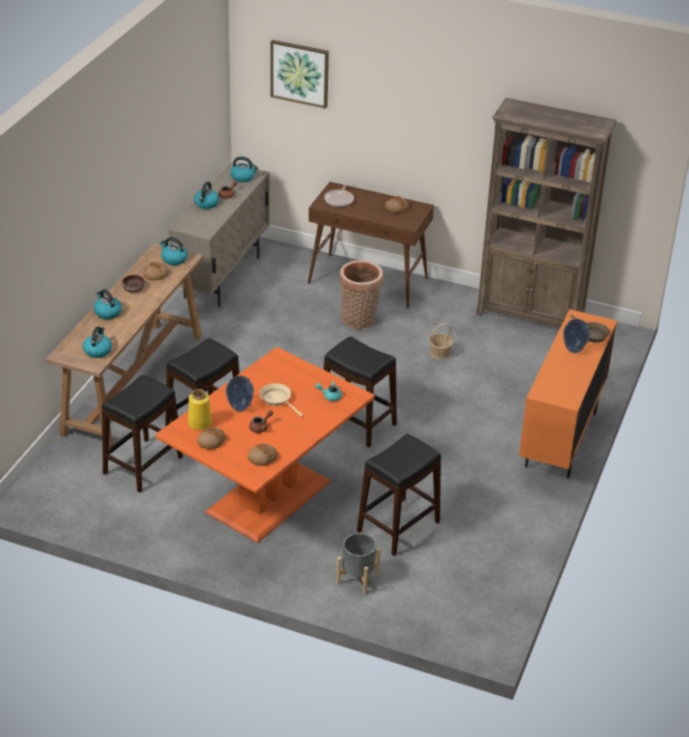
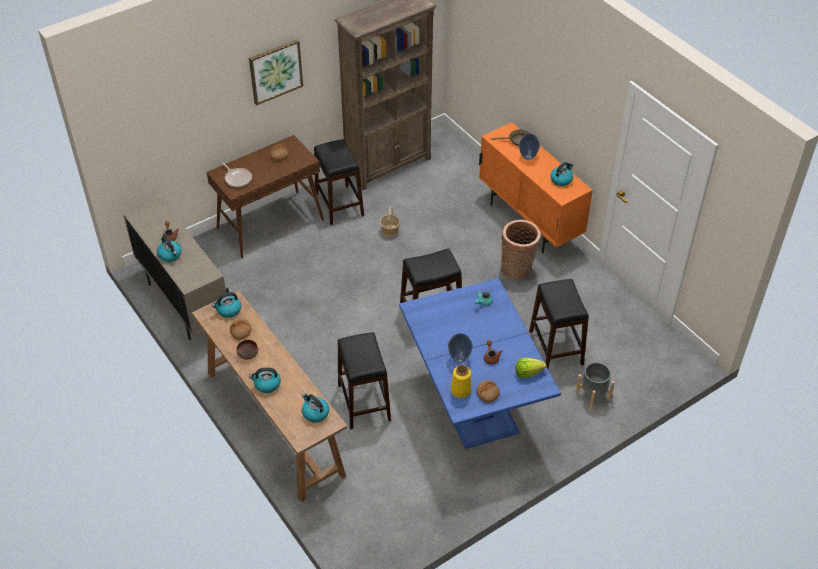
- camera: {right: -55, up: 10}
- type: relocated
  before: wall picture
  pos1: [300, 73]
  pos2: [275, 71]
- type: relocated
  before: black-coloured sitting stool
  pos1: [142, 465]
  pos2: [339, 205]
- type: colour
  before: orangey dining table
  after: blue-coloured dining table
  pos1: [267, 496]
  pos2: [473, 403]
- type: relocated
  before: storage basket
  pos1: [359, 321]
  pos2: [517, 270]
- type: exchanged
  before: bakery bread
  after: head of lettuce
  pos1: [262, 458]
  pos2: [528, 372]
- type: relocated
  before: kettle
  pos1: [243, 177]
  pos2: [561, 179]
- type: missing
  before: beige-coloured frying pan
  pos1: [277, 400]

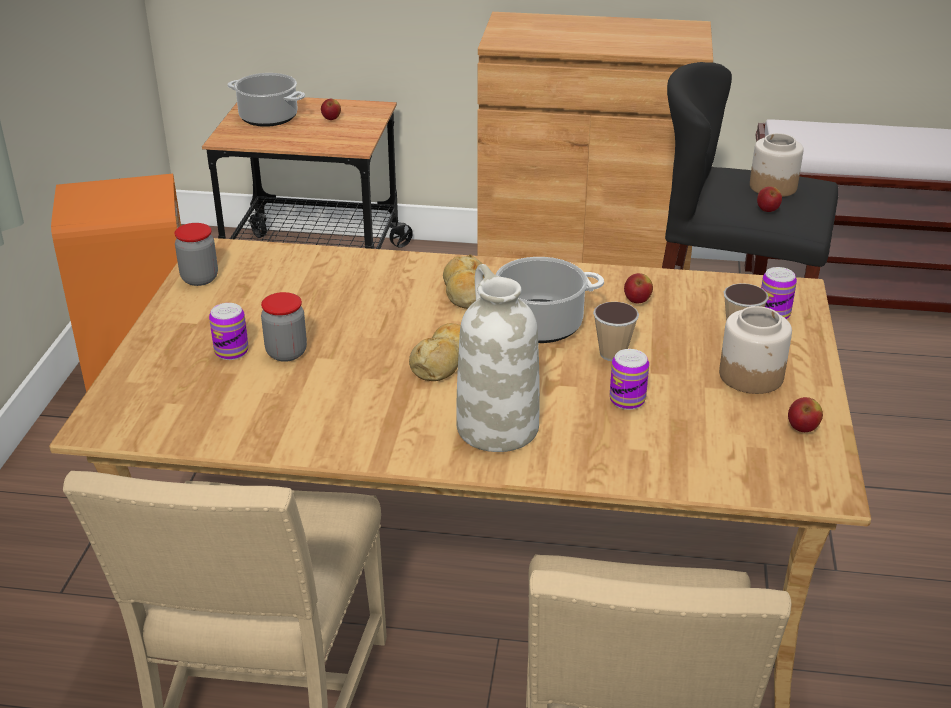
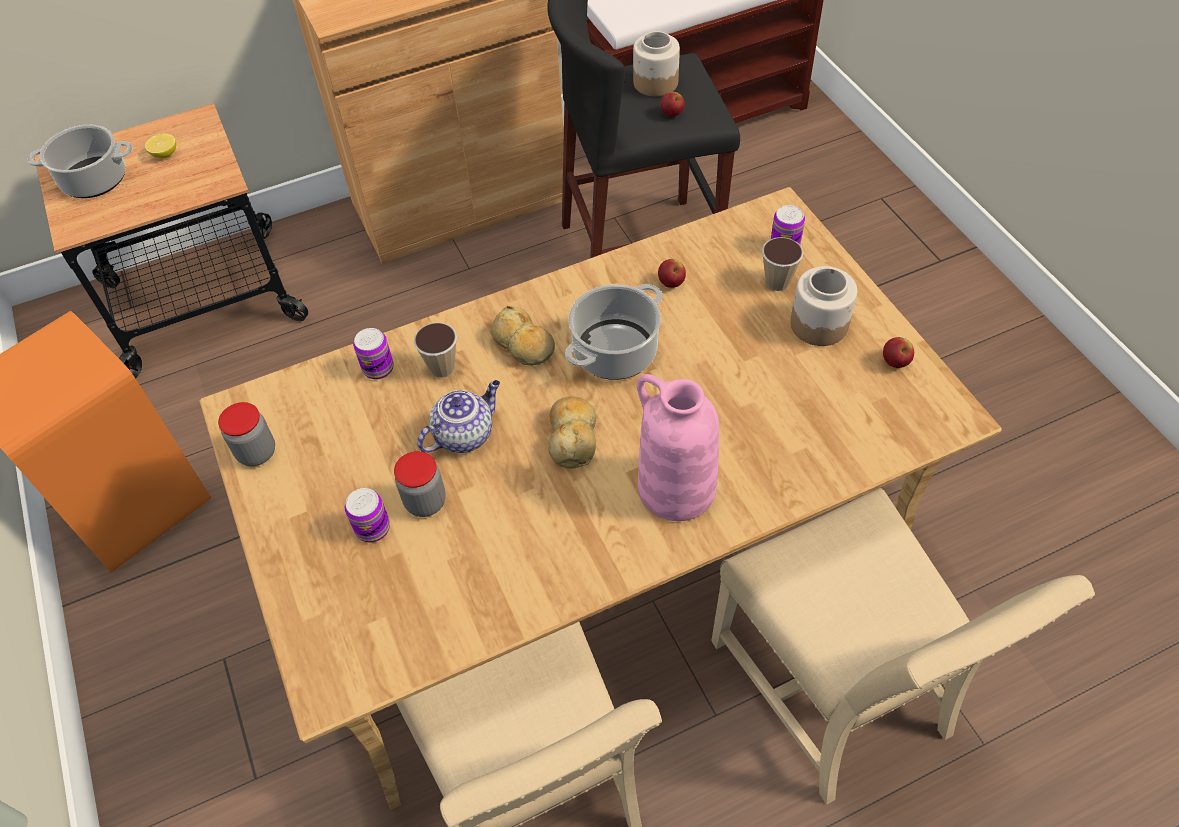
- camera: {right: -30, up: 20}
- type: exchanged
  before: whole apple
  after: whole lemon
  pos1: [331, 119]
  pos2: [165, 154]
- type: relocated
  before: can
  pos1: [627, 400]
  pos2: [378, 368]
- type: relocated
  before: drinking cup
  pos1: [613, 354]
  pos2: [442, 368]
- type: appeared
  after: tea pot
  pos2: [465, 434]
- type: colour
  before: white flower vase
  after: pinkish flower vase
  pos1: [496, 427]
  pos2: [675, 488]

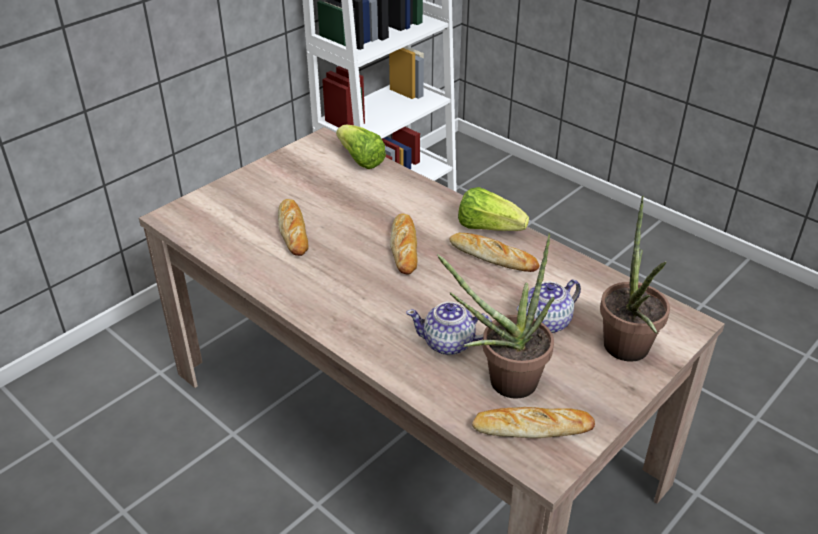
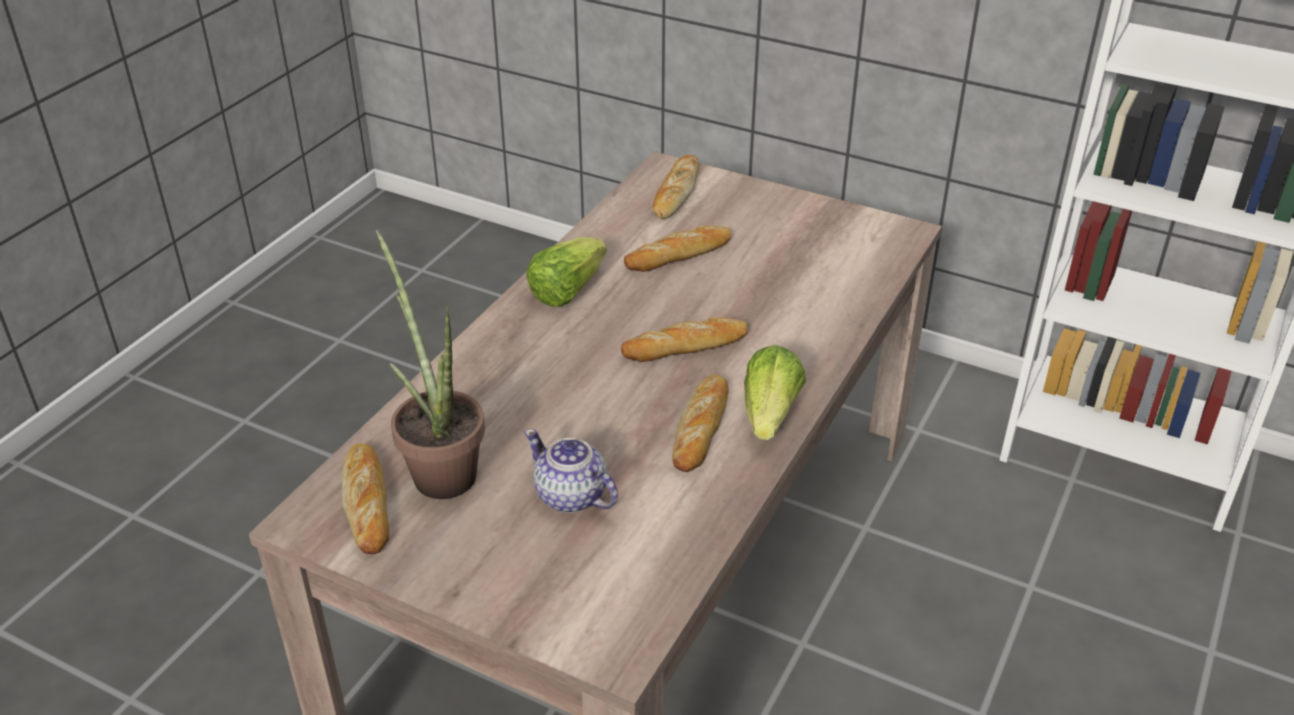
- camera: {right: 75, up: 0}
- type: relocated
  before: head of lettuce
  pos1: [360, 160]
  pos2: [567, 290]
- type: appeared
  after: bakery bread
  pos2: [676, 192]
- type: missing
  before: tea pot
  pos1: [449, 343]
- type: missing
  before: potted plant
  pos1: [626, 353]

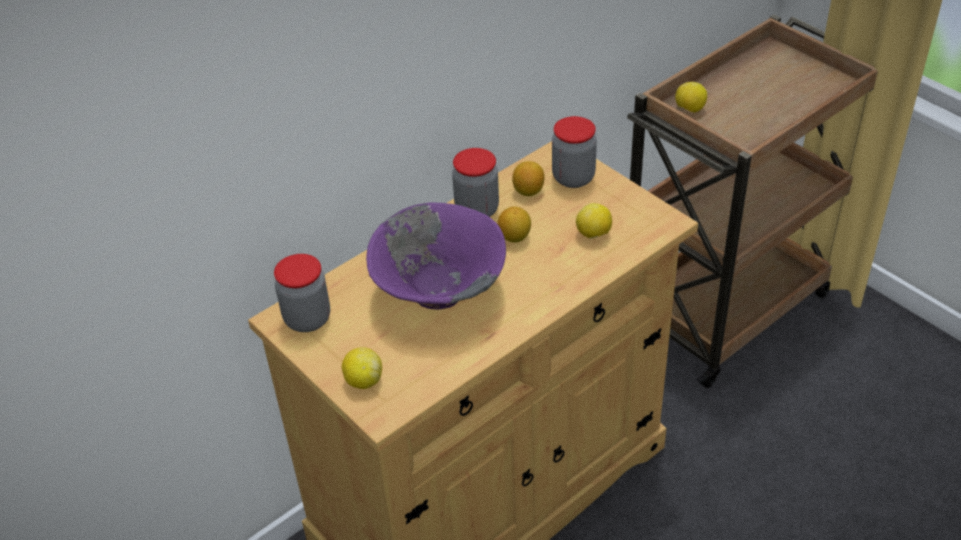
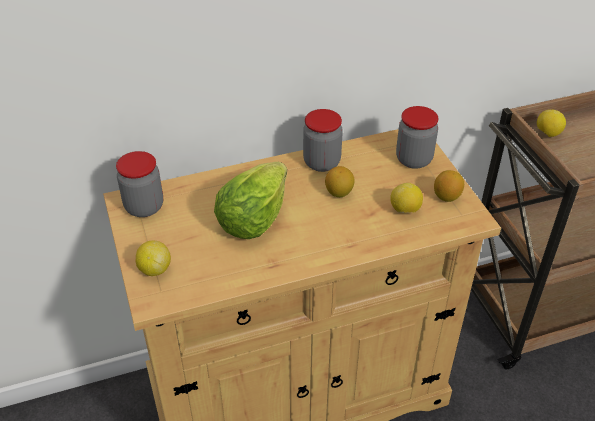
- camera: {right: 20, up: 0}
- type: exchanged
  before: purple-coloured serving bowl
  after: head of lettuce
  pos1: [438, 294]
  pos2: [253, 219]
- type: relocated
  before: whole lemon
  pos1: [528, 191]
  pos2: [446, 197]

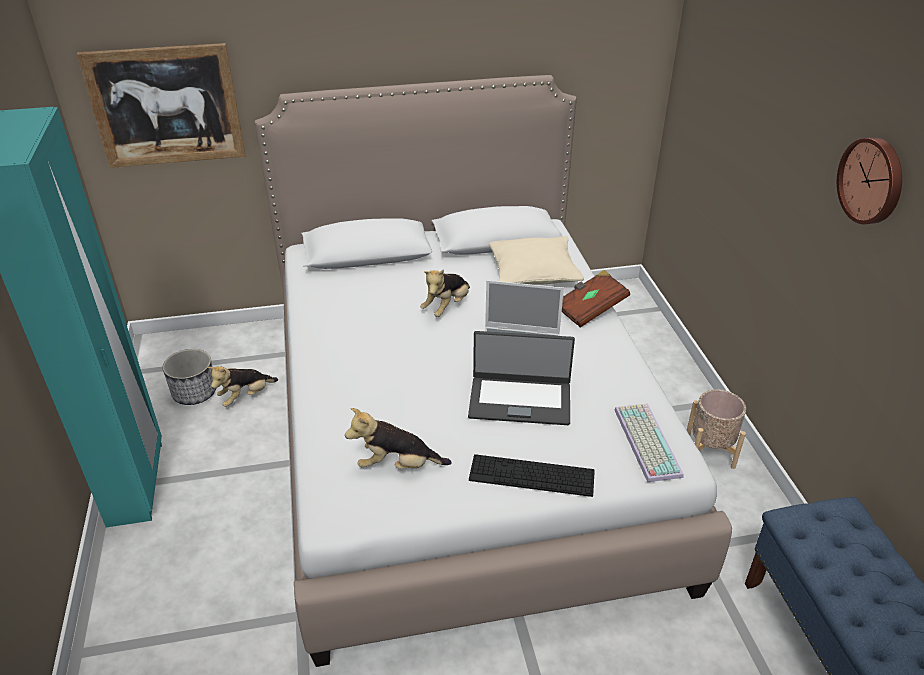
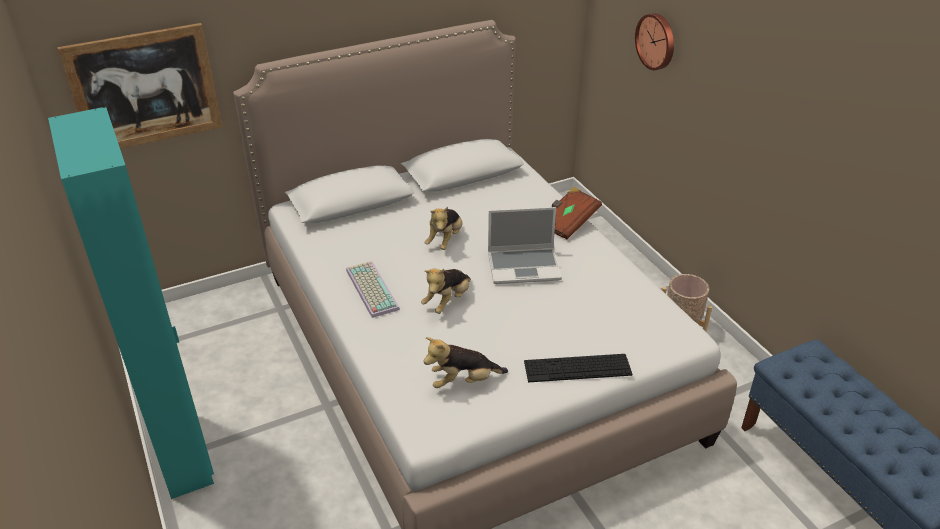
- camera: {right: -15, up: 0}
- type: relocated
  before: computer keyboard
  pos1: [644, 441]
  pos2: [370, 289]
- type: relocated
  before: soft toy
  pos1: [245, 397]
  pos2: [447, 301]
- type: relocated
  before: hanging clock
  pos1: [872, 180]
  pos2: [656, 41]
- type: missing
  before: flower pot
  pos1: [195, 393]
- type: missing
  before: notebook computer
  pos1: [520, 400]
- type: missing
  before: beige-coloured throw pillow
  pos1: [533, 272]

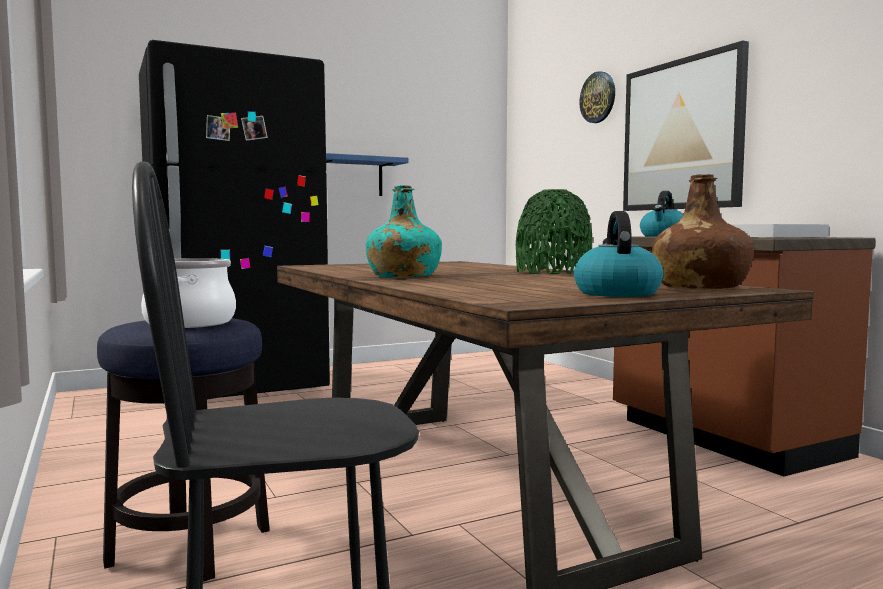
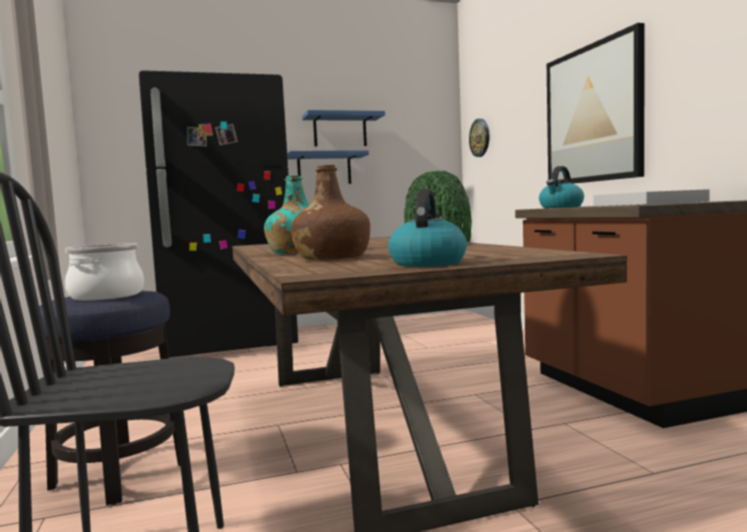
- camera: {right: 10, up: 0}
- type: relocated
  before: brown drink bottle
  pos1: [699, 287]
  pos2: [332, 258]
- type: appeared
  after: blue-coloured wall shelf
  pos2: [340, 131]
- type: relocated
  before: hanging clock
  pos1: [598, 97]
  pos2: [480, 138]

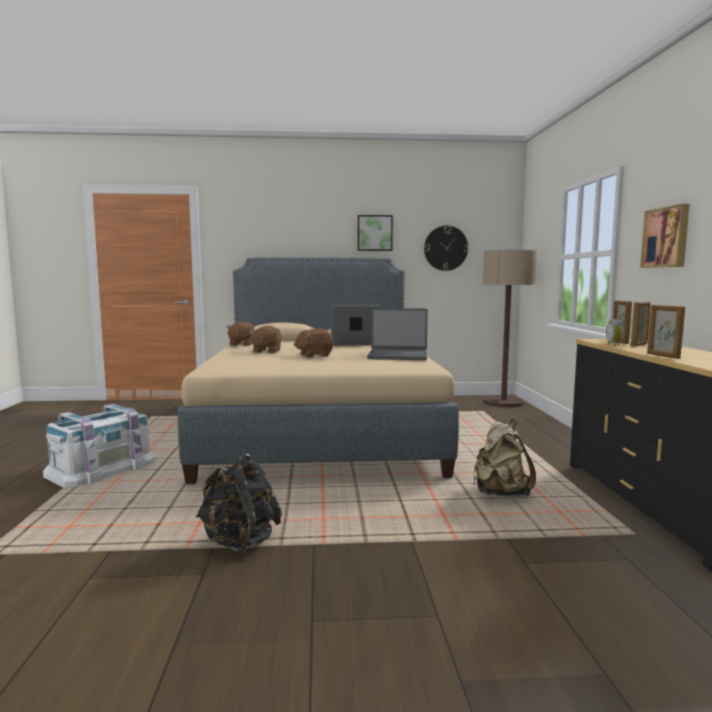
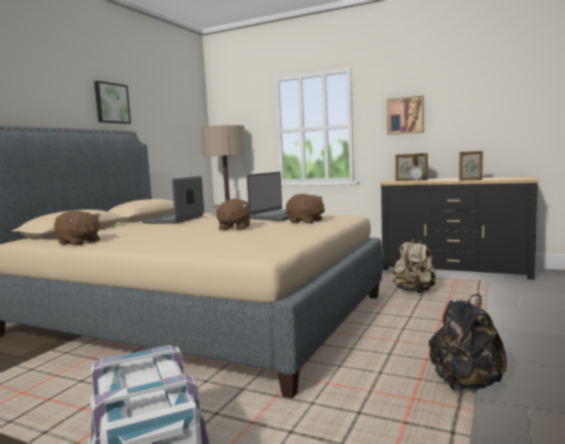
- camera: {right: -60, up: 0}
- type: relocated
  before: brown soft toy
  pos1: [266, 351]
  pos2: [305, 221]
- type: missing
  before: hanging clock
  pos1: [445, 248]

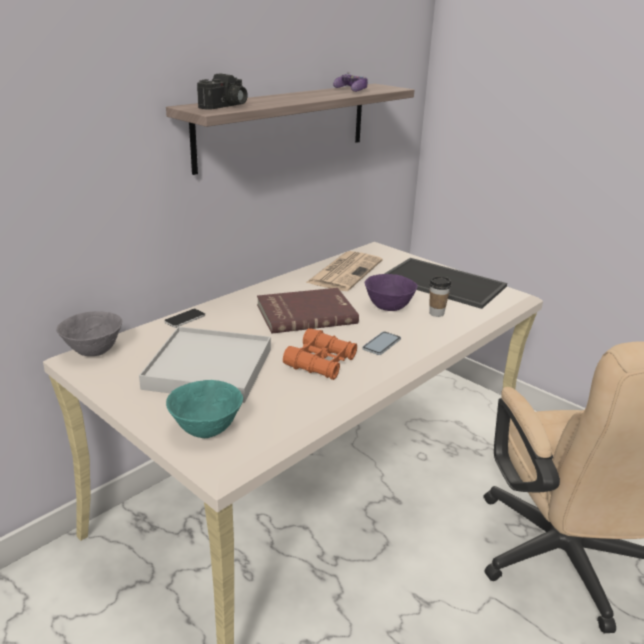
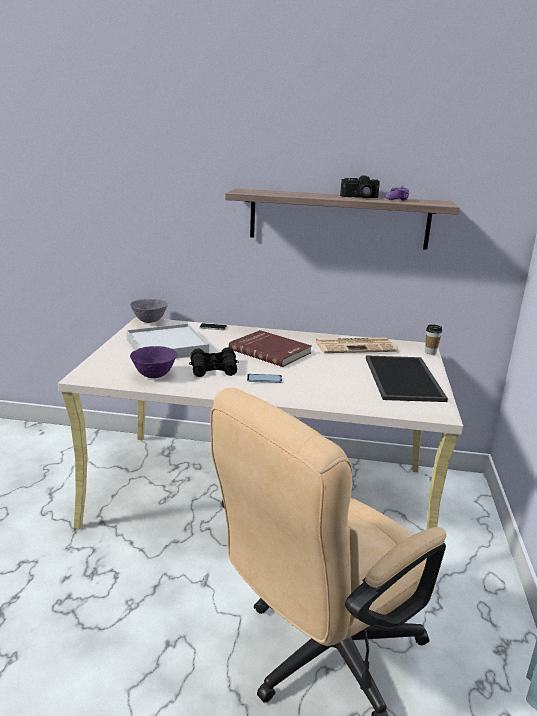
- camera: {right: 55, up: -5}
- type: relocated
  before: purple-coloured serving bowl
  pos1: [388, 307]
  pos2: [154, 375]
- type: colour
  before: orangey pair of binoculars
  after: black-coloured pair of binoculars
  pos1: [321, 362]
  pos2: [214, 369]
- type: relocated
  before: photo camera
  pos1: [225, 106]
  pos2: [359, 197]
- type: relocated
  before: drinking cup
  pos1: [436, 313]
  pos2: [430, 352]
- type: missing
  before: blue-green serving bowl
  pos1: [206, 429]

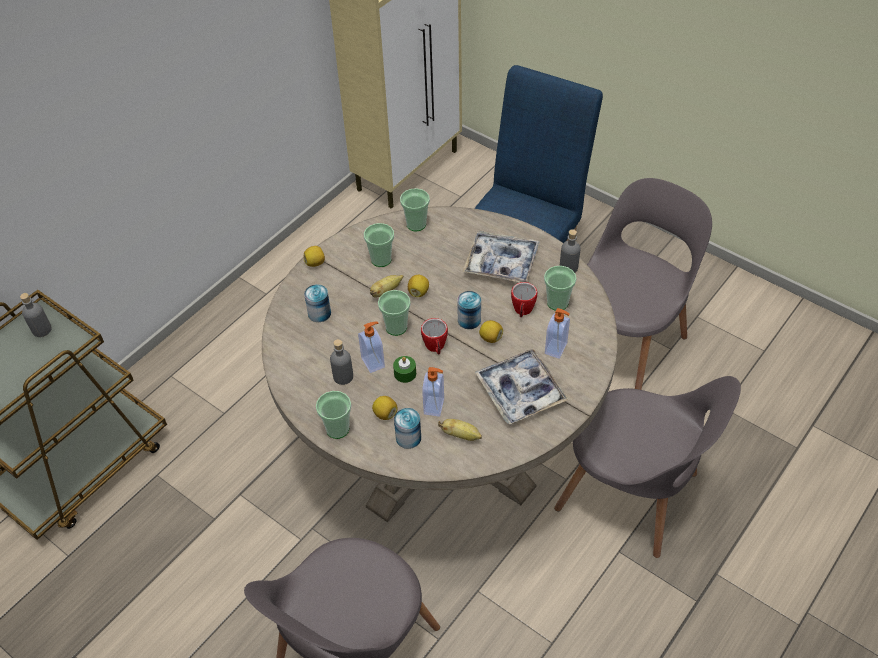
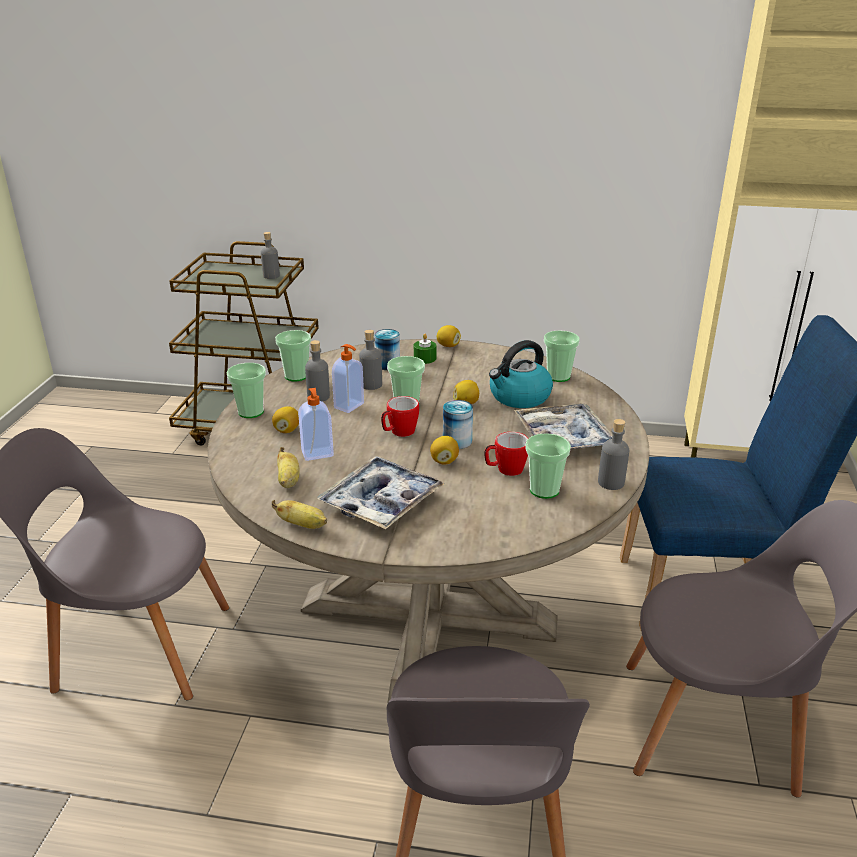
- camera: {right: 60, up: -20}
- type: relocated
  before: banana
  pos1: [386, 291]
  pos2: [303, 525]
- type: relocated
  before: drinking cup
  pos1: [381, 259]
  pos2: [296, 376]
- type: appeared
  after: greyish drink bottle
  pos2: [371, 385]
- type: relocated
  before: green-coloured candle
  pos1: [405, 373]
  pos2: [425, 358]
- type: appeared
  after: kettle
  pos2: [519, 397]
- type: missing
  before: can
  pos1: [408, 438]
- type: missing
  before: soap bottle
  pos1: [556, 349]

